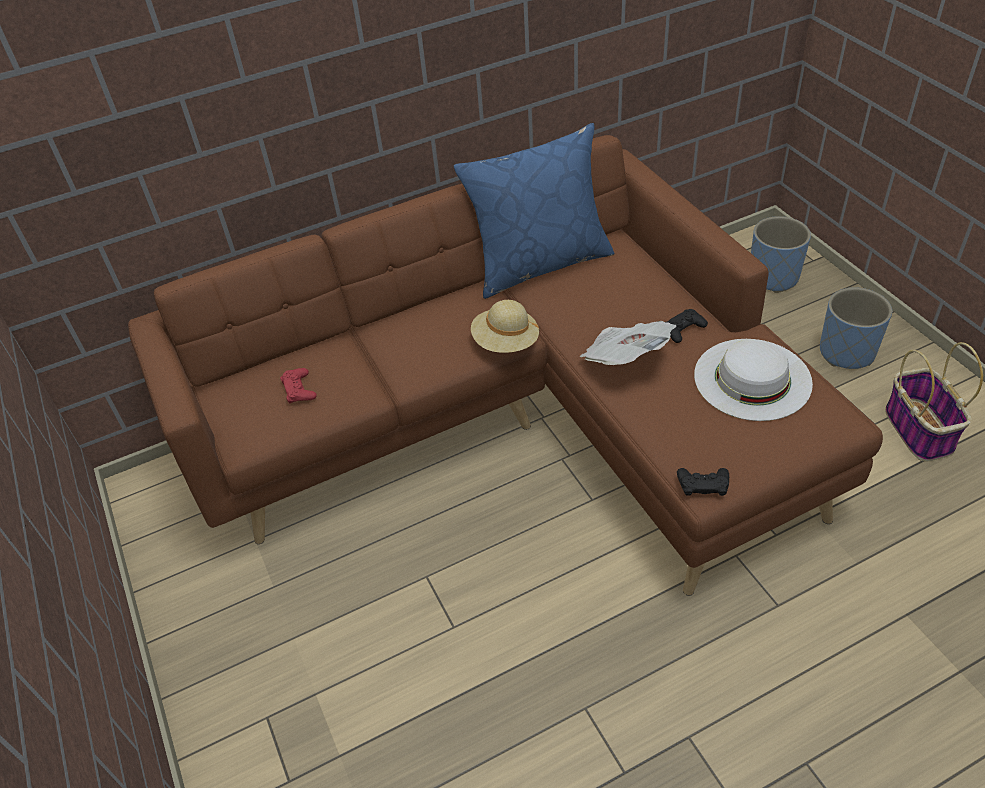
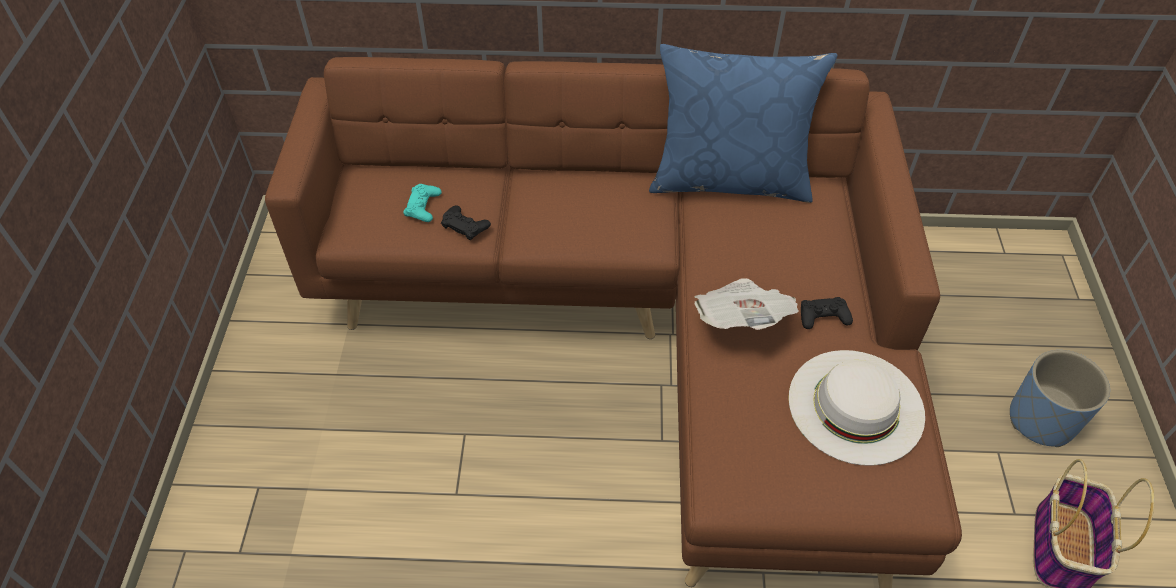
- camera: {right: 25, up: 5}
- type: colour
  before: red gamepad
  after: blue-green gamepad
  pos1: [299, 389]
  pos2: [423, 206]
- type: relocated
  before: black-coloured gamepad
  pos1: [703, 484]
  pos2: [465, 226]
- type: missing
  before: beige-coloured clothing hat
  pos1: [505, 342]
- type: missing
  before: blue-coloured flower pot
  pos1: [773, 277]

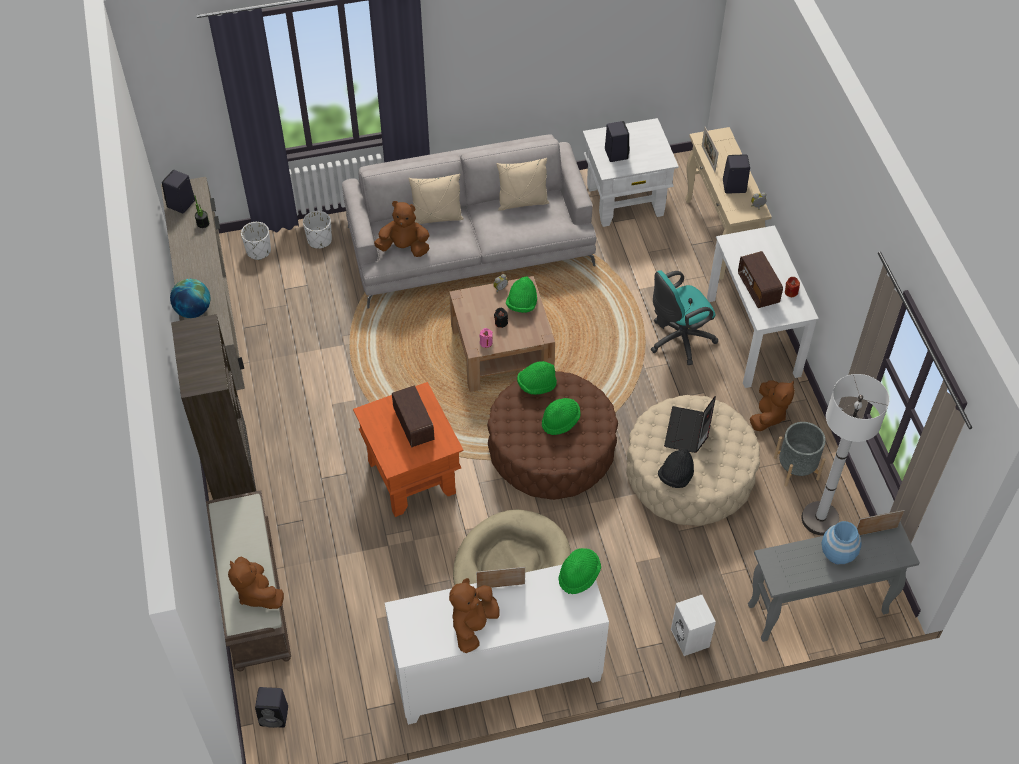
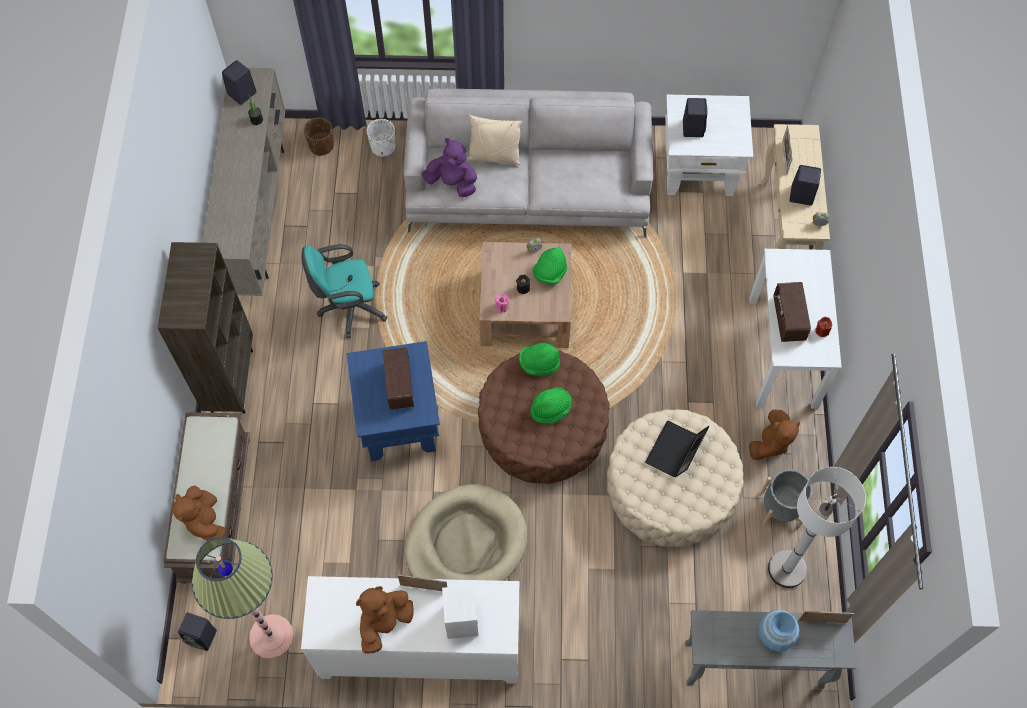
- camera: {right: 15, up: 10}
- type: appeared
  after: standard lamp
  pos2: [271, 636]
- type: relocated
  before: blue-green office chair
  pos1: [678, 340]
  pos2: [349, 308]
- type: colour
  before: white flower pot
  after: brown flower pot
  pos1: [258, 251]
  pos2: [321, 146]
- type: colour
  before: orangey side table
  after: blue-coloured side table
  pos1: [412, 476]
  pos2: [399, 422]
- type: colour
  before: brown soft toy
  after: purple-coloured soft toy
  pos1: [404, 247]
  pos2: [452, 183]
- type: relocated
  before: white audio speaker
  pos1: [691, 638]
  pos2: [462, 621]
- type: missing
  before: world globe
  pos1: [193, 310]
- type: missing
  before: beige-coloured throw pillow
  pos1: [522, 202]
- type: missing
  before: green-coloured clothing hat
  pos1: [578, 575]
- type: missing
  before: black-coloured clothing hat
  pos1: [675, 476]

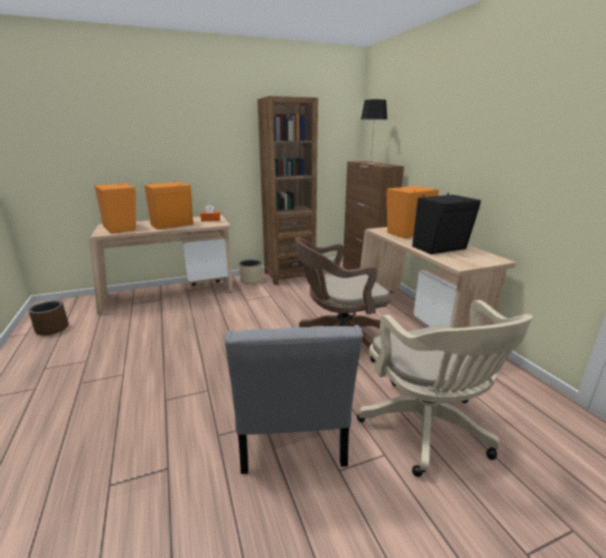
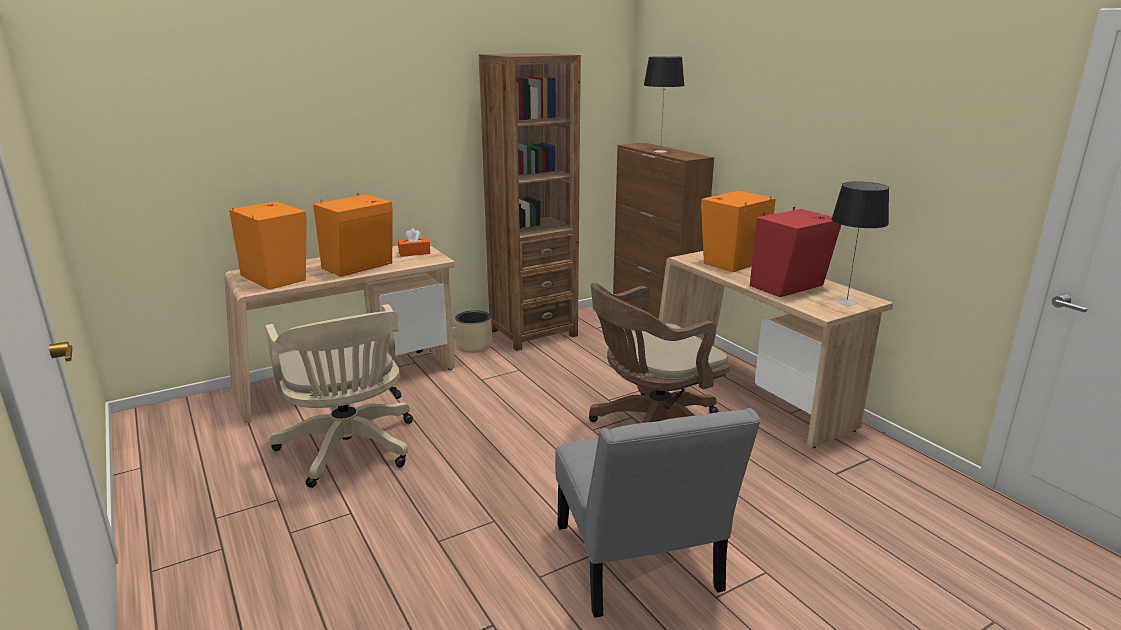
- camera: {right: -10, up: 0}
- type: relocated
  before: beige-coloured office chair
  pos1: [428, 430]
  pos2: [350, 450]
- type: colour
  before: black-coloured audio speaker
  after: red audio speaker
  pos1: [441, 248]
  pos2: [790, 286]
- type: appeared
  after: tabletop lamp
  pos2: [846, 301]
- type: missing
  before: brown flower pot
  pos1: [52, 329]

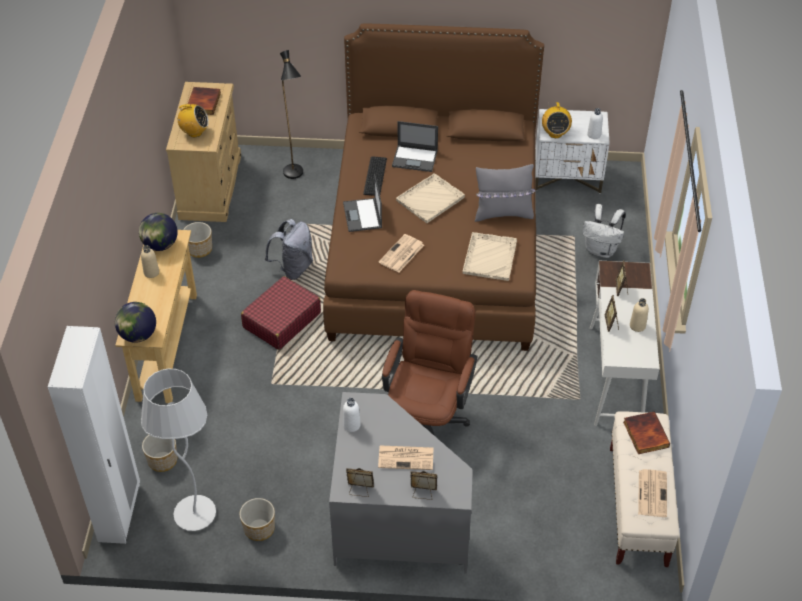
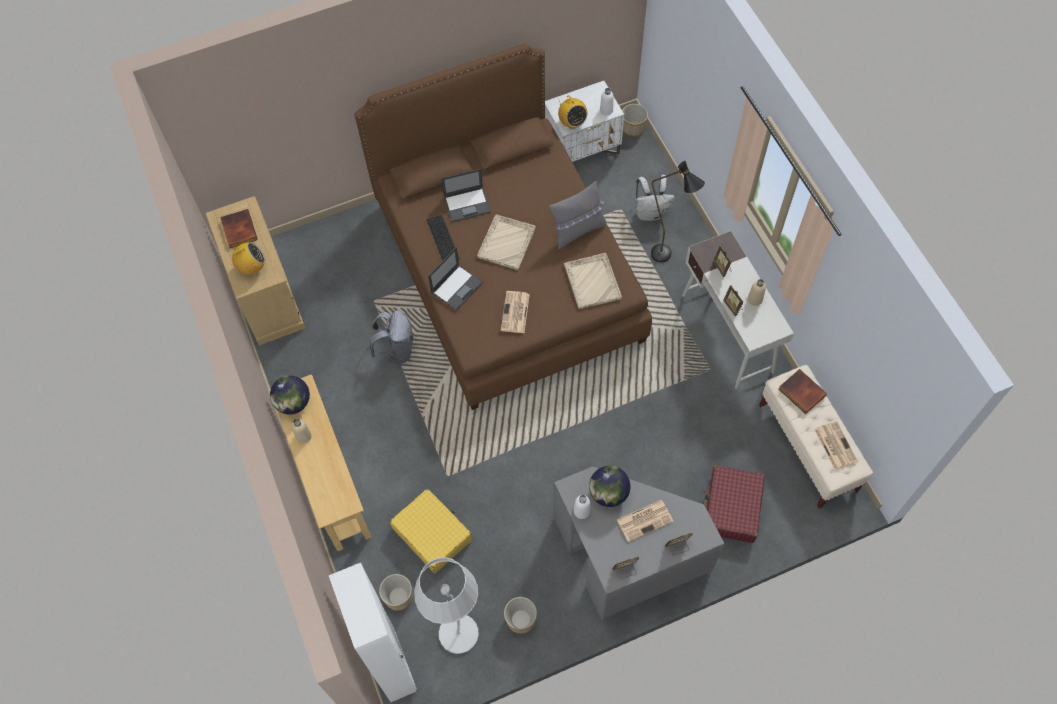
- camera: {right: -25, up: 15}
- type: appeared
  after: yellowish travel case
  pos2: [432, 534]
- type: spun
  before: notebook computer
  pos1: [362, 216]
  pos2: [457, 287]
  turn: -105
- type: relocated
  before: world globe
  pos1: [138, 335]
  pos2: [608, 493]
- type: relocated
  before: flower pot
  pos1: [200, 249]
  pos2: [633, 127]
- type: relocated
  before: black-coloured standard lamp
  pos1: [295, 177]
  pos2: [667, 258]
- type: relocated
  before: red travel case
  pos1: [281, 320]
  pos2: [731, 508]
- type: missing
  before: brown office chair
  pos1: [428, 418]

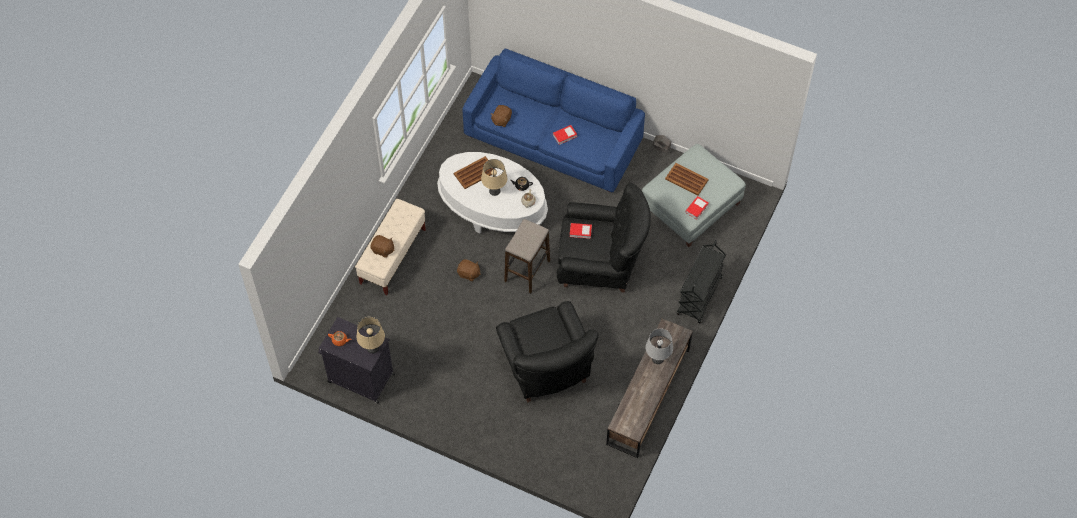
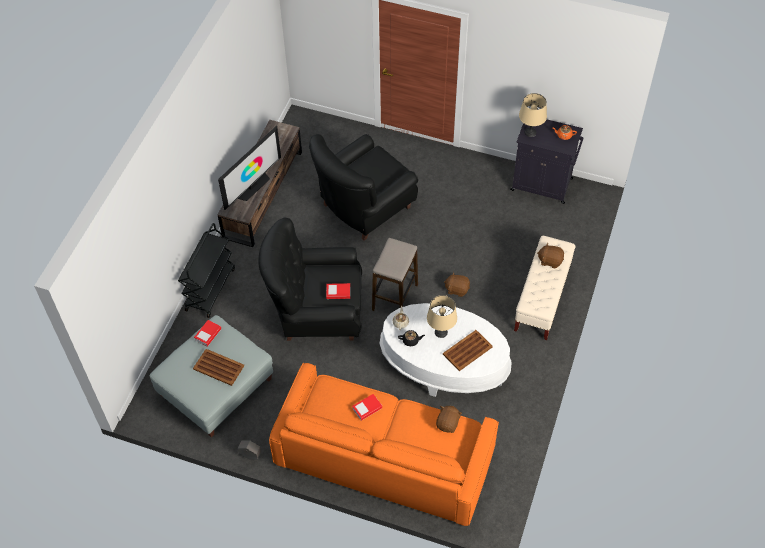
- camera: {right: 175, up: -5}
- type: exchanged
  before: greyish tabletop lamp
  after: television
  pos1: [657, 359]
  pos2: [252, 186]
- type: colour
  before: blue-coloured sofa
  after: orangey sofa
  pos1: [553, 137]
  pos2: [384, 457]
- type: spun
  before: black-coloured armchair
  pos1: [546, 369]
  pos2: [363, 208]
  turn: -105

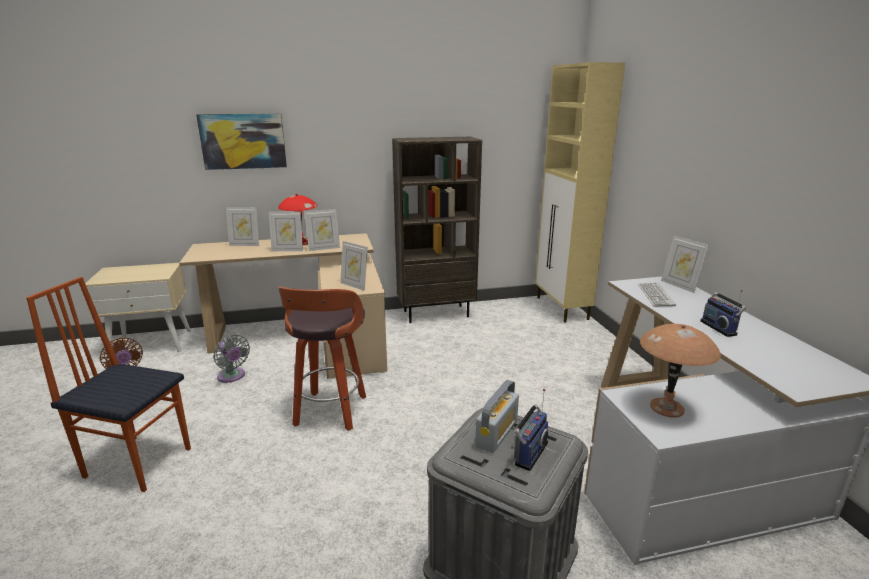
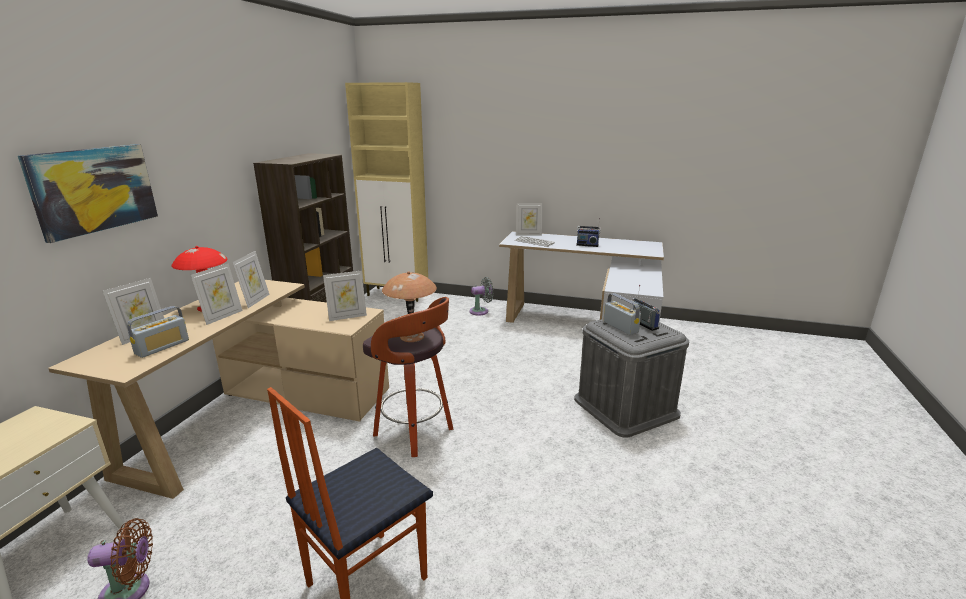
- camera: {right: -60, up: 0}
- type: appeared
  after: radio set
  pos2: [162, 347]
- type: relocated
  before: brown tabletop lamp
  pos1: [667, 408]
  pos2: [412, 337]
- type: relocated
  before: greyish fan
  pos1: [232, 376]
  pos2: [481, 311]

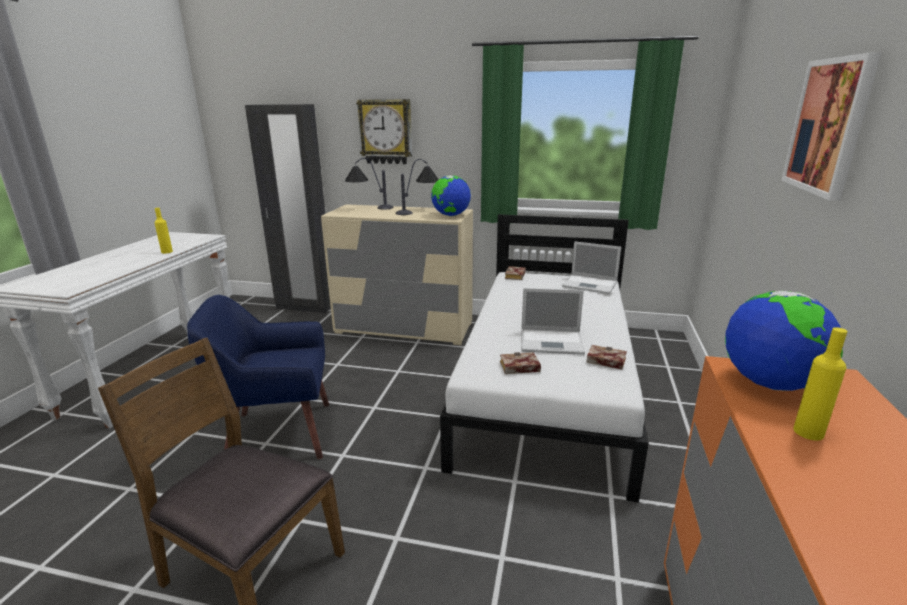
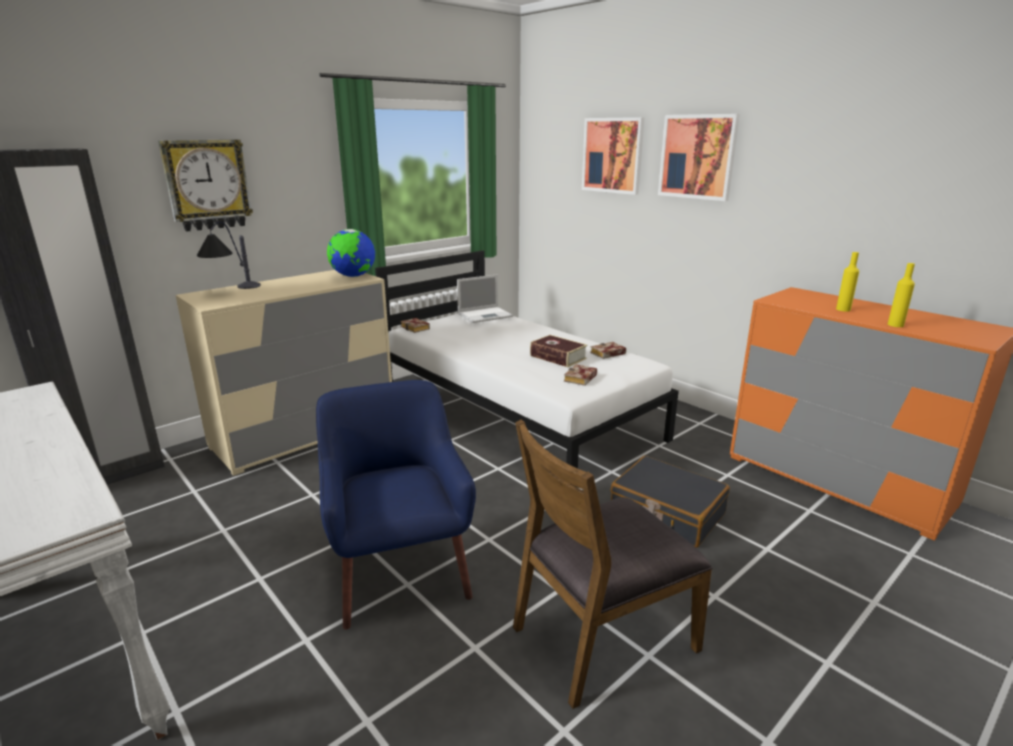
- camera: {right: -55, up: 0}
- type: spun
  before: blue-coloured armchair
  pos1: [278, 433]
  pos2: [399, 571]
  turn: 135
- type: exchanged
  before: notebook computer
  after: bound book
  pos1: [552, 342]
  pos2: [558, 357]
- type: appeared
  after: wall picture
  pos2: [612, 155]
- type: appeared
  after: black-coloured travel case
  pos2: [666, 513]
- type: relocated
  before: yellowish drink bottle
  pos1: [167, 252]
  pos2: [895, 325]
- type: missing
  before: tabletop lamp
  pos1: [419, 211]
- type: missing
  before: world globe
  pos1: [770, 383]

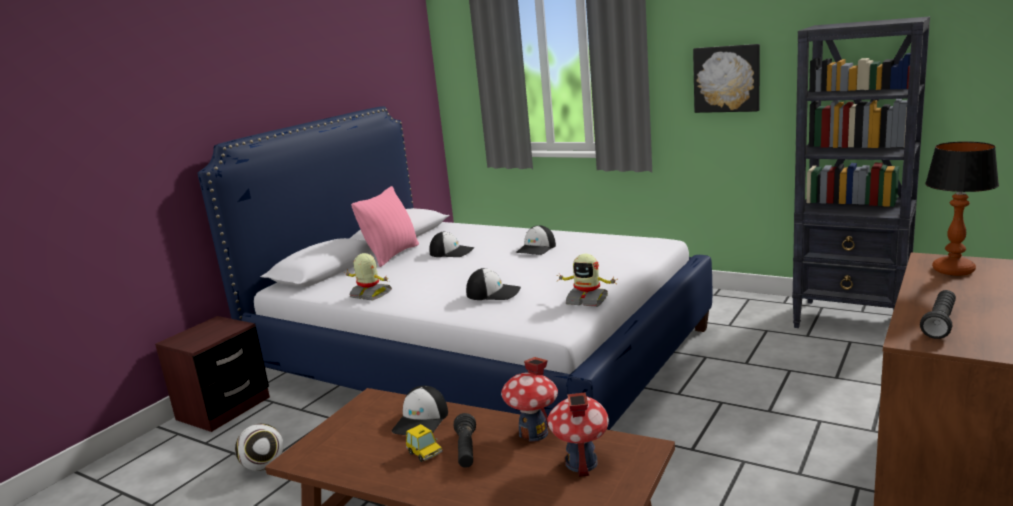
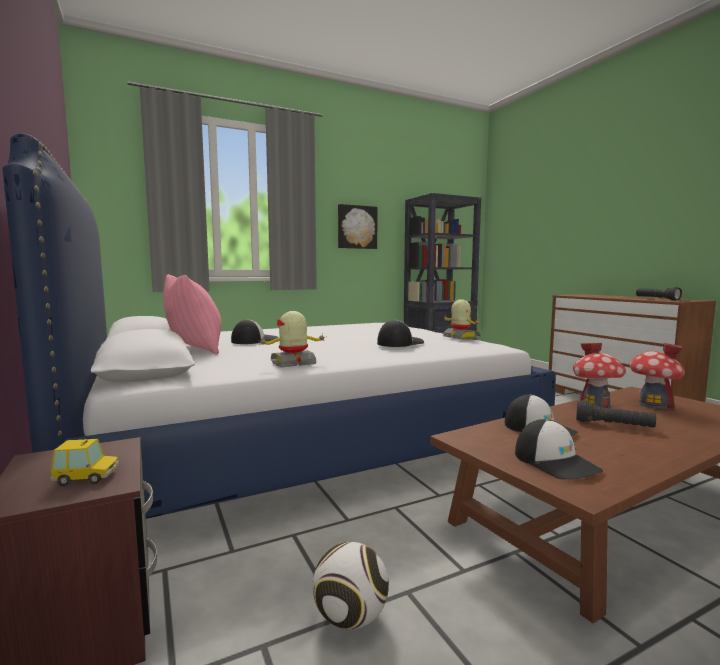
- camera: {right: -60, up: -10}
- type: relocated
  before: miniature car
  pos1: [424, 453]
  pos2: [87, 477]
- type: spun
  before: robot figure
  pos1: [587, 300]
  pos2: [460, 337]
  turn: -90
- type: relocated
  before: baseball cap
  pos1: [536, 248]
  pos2: [556, 462]
- type: missing
  before: tabletop lamp
  pos1: [952, 270]

